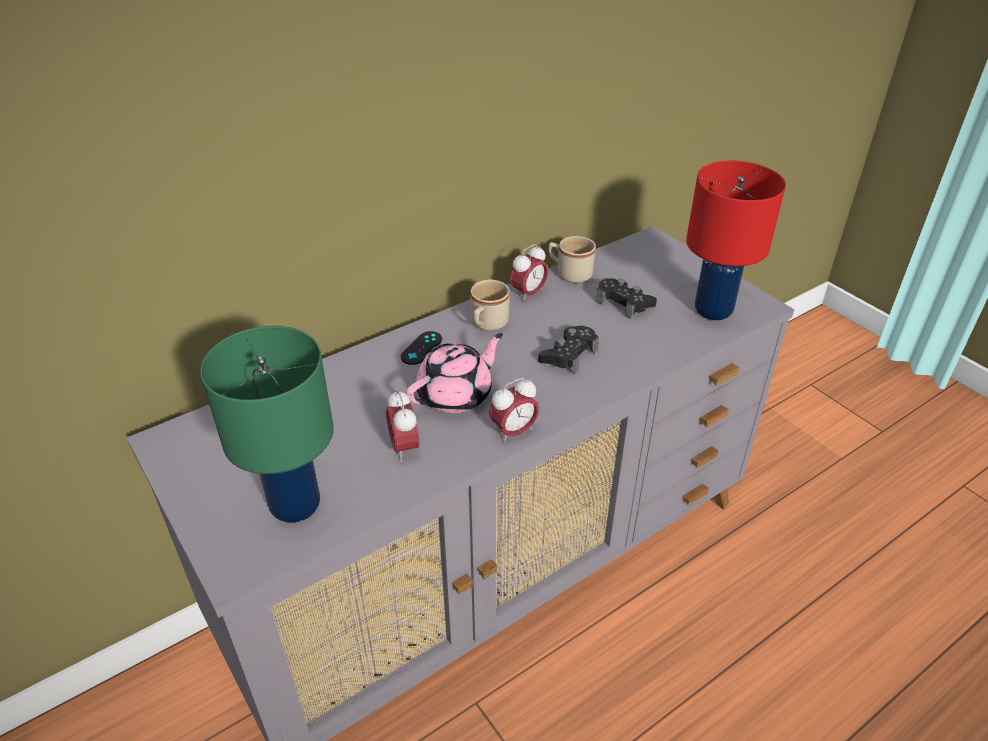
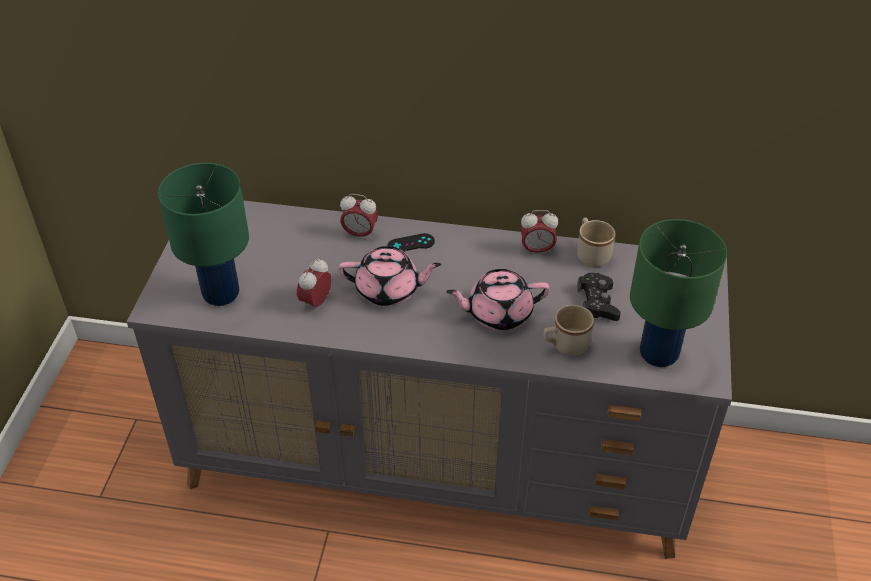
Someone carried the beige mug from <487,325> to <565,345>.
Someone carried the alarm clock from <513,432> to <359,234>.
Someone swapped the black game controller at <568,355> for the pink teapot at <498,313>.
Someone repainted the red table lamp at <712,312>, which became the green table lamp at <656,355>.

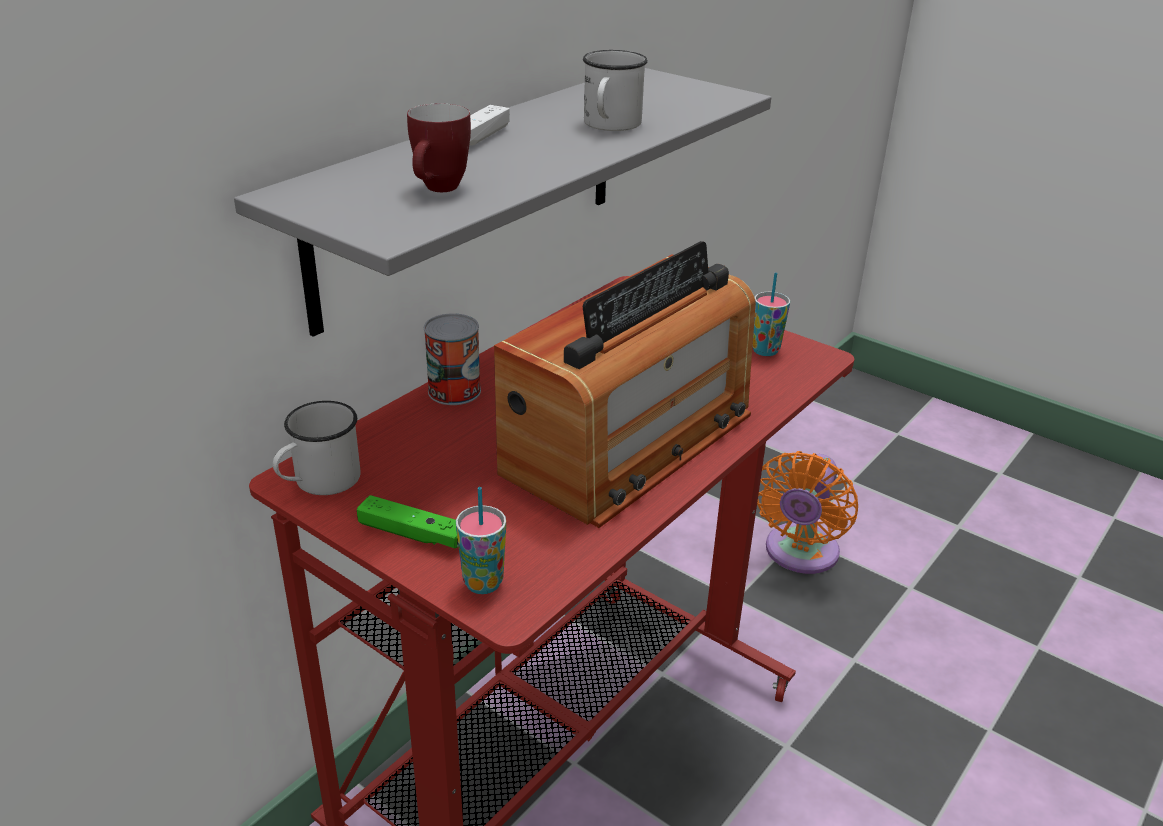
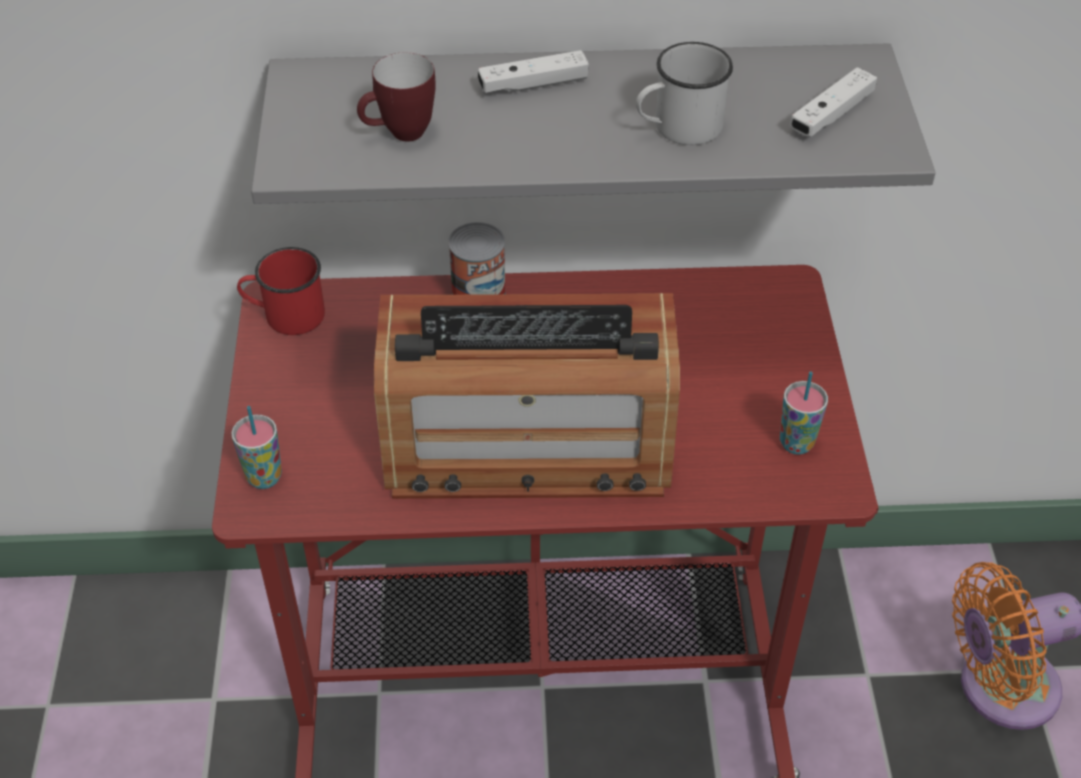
Someone took away the green game controller at <412,534>.
Someone put down the white game controller at <831,114>.
Someone repainted the white mug at <319,482>, which became the red mug at <285,315>.

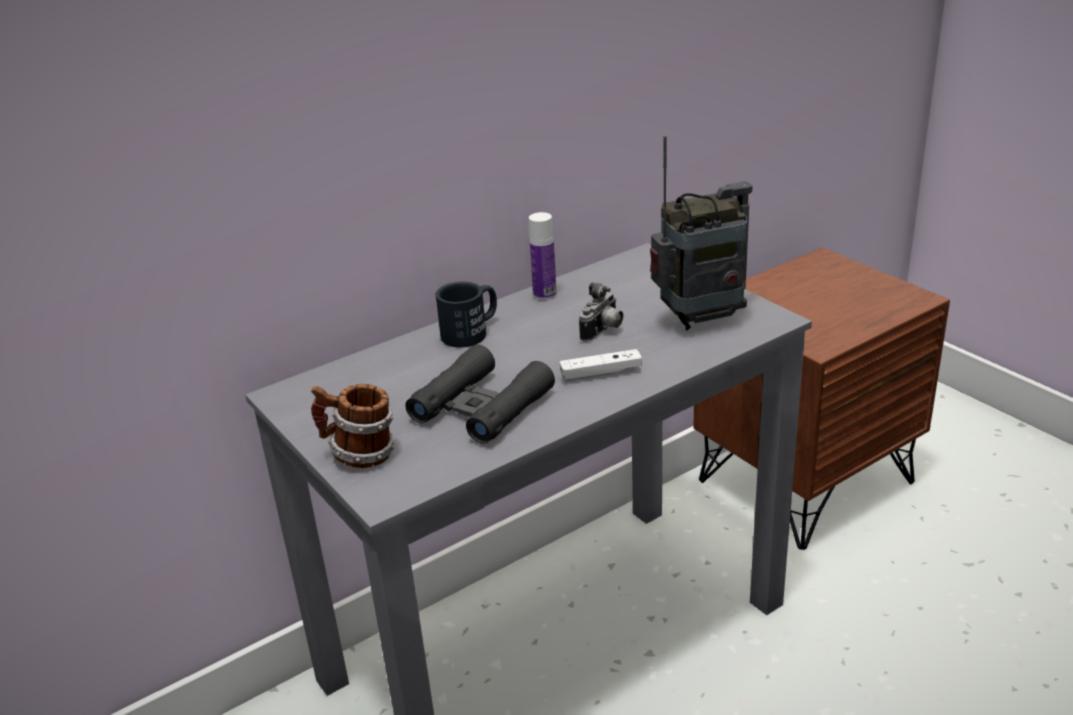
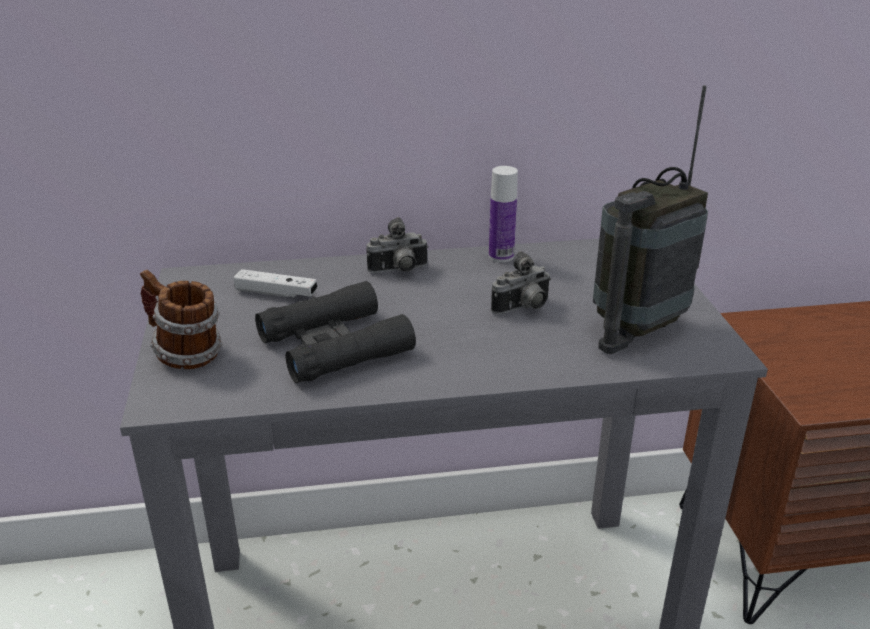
Someone carried the white game controller from <601,373> to <276,293>.
Someone swapped the black mug at <471,332> for the photo camera at <399,271>.
Someone rotated the radio at <701,320> by 135 degrees clockwise.

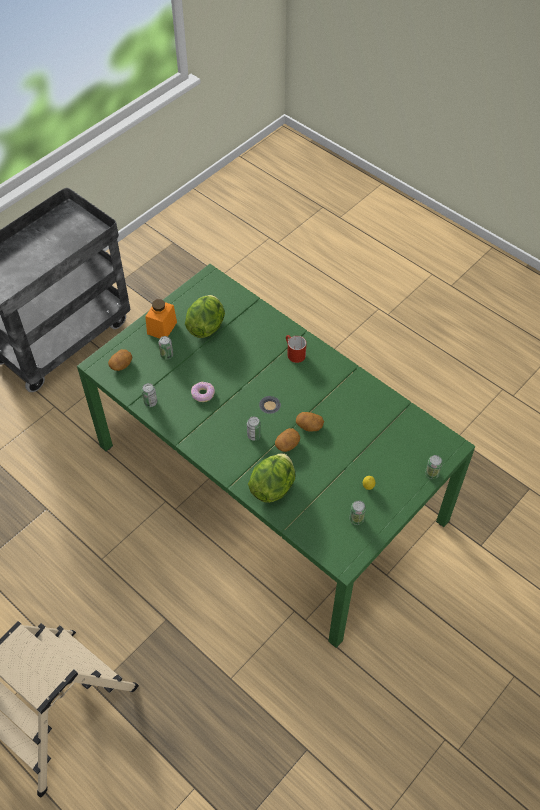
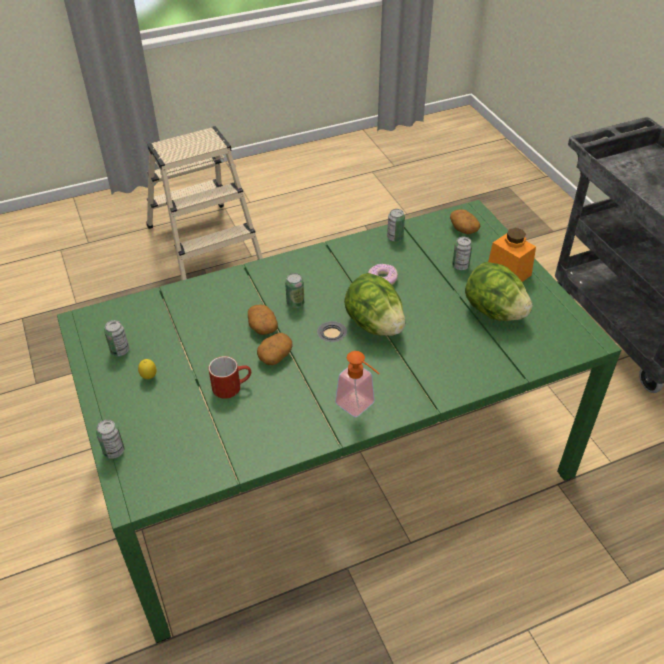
Someone put down the soap dispenser at <359,407>.
Someone carried the lettuce from <273,486> to <374,325>.
Someone carried the red mug from <293,353> to <232,386>.

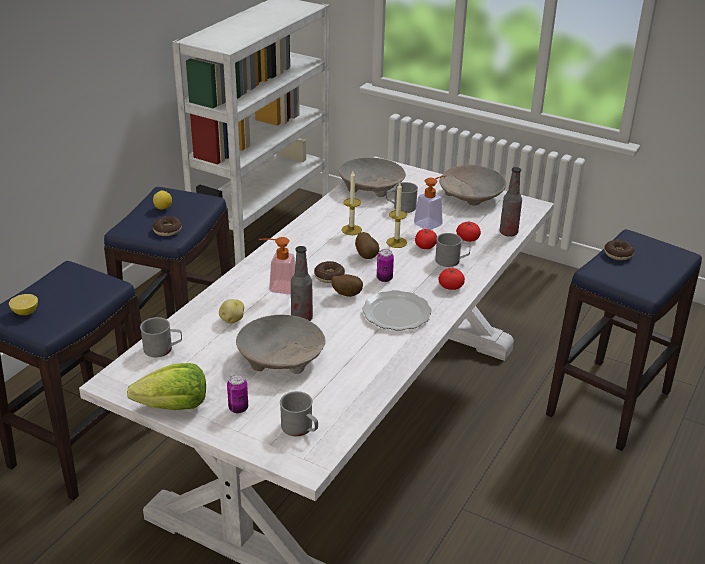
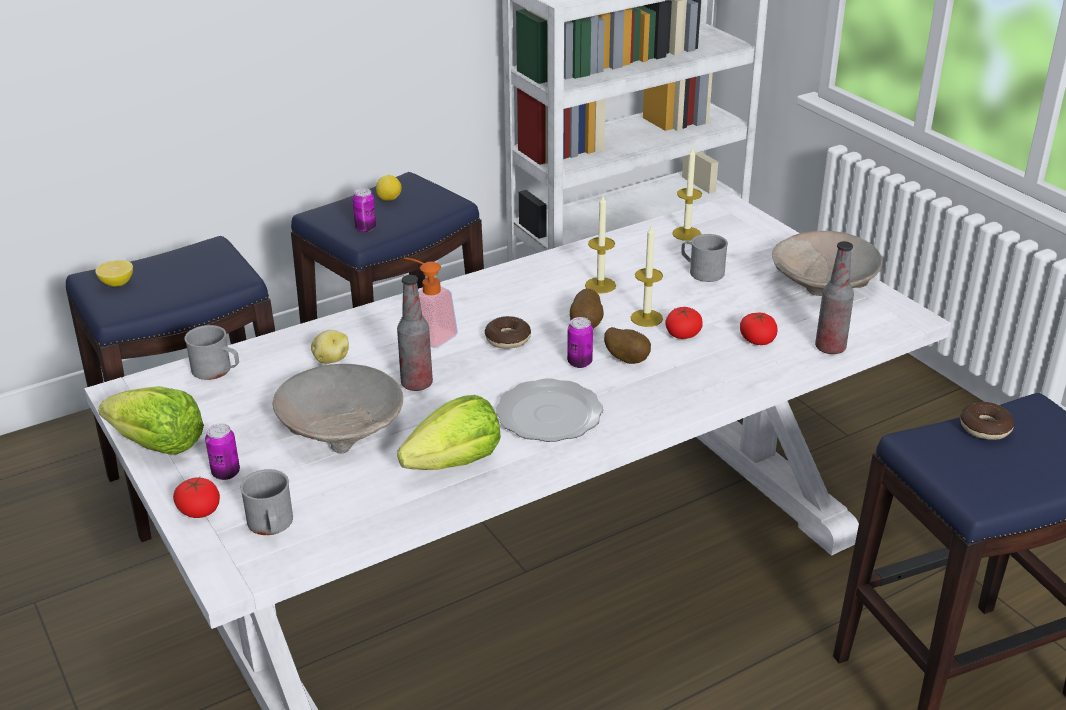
Someone took away the soap dispenser at <431,223>.
Someone took away the grey mug at <451,261>.
Someone put down the lettuce at <455,463>.
Someone carried the potato from <346,294> to <627,359>.
Someone carried the tomato from <450,286> to <199,510>.
Someone swapped the donut at <167,230> for the can at <365,228>.
Someone swapped the beige bowl at <371,186> for the candle at <686,234>.

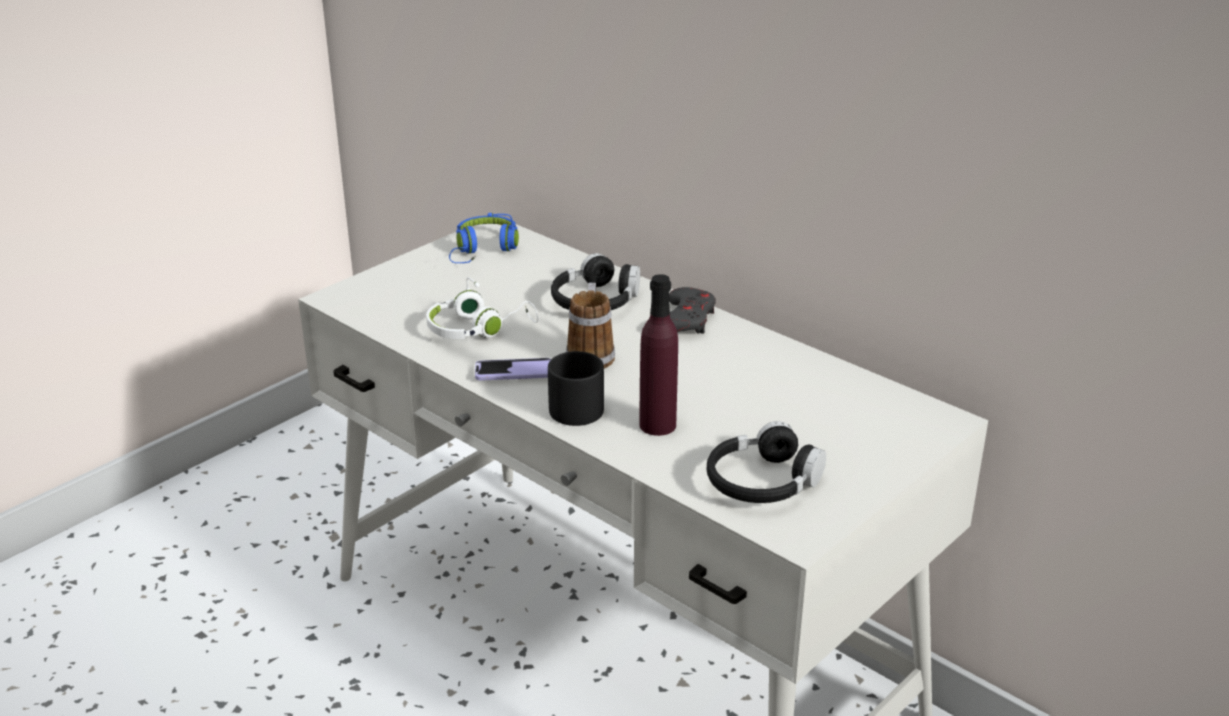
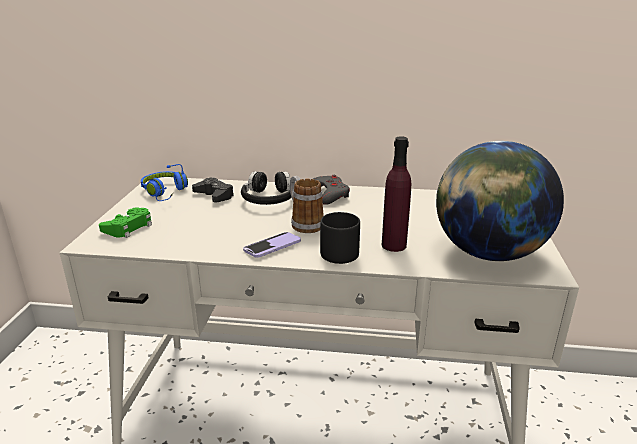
Someone took away the white headphones at <478,328>.
Someone put down the green game controller at <129,227>.
Someone put down the black game controller at <214,195>.
Someone swapped the black headphones at <762,482> for the globe at <488,253>.

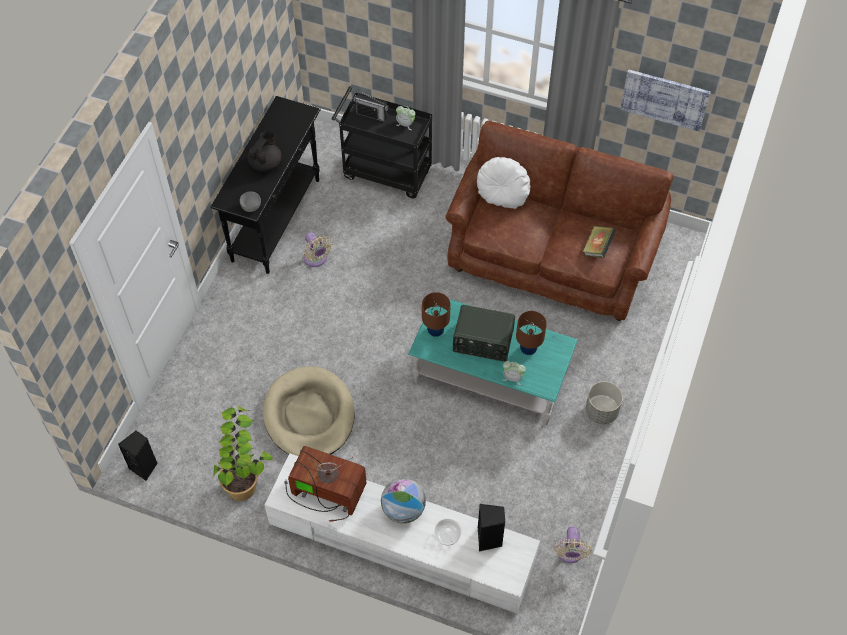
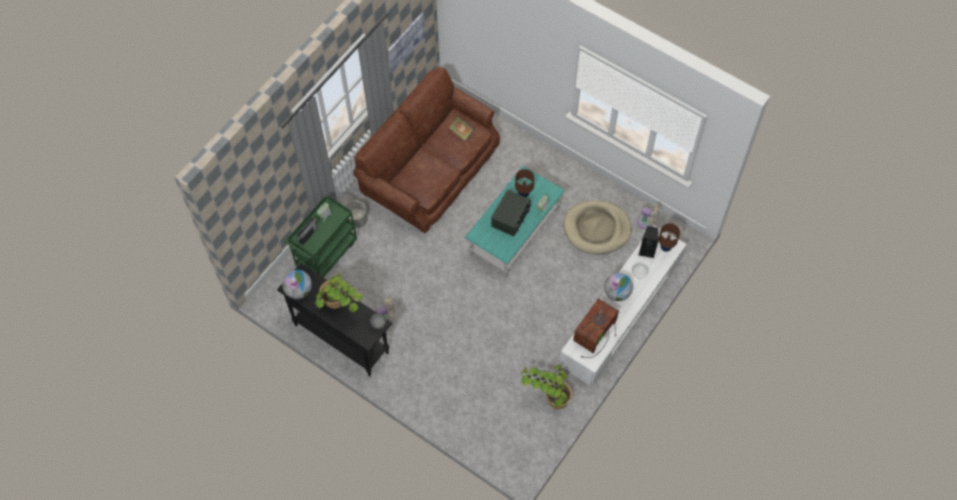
Someone took away the black speaker at <144,467>.
Someone took away the white pillow at <502,198>.
Someone put down the globe at <299,290>.
Someone carried the beige dog bed from <309,415> to <597,229>.
Someone carried the brown table lamp from <436,330> to <665,247>.
Someone carried the grey planter from <601,412> to <357,220>.
Someone swapped the black teapot at <266,163> for the potted plant at <341,307>.
Someone repainted the black cart at <385,176>, which became the green cart at <325,258>.

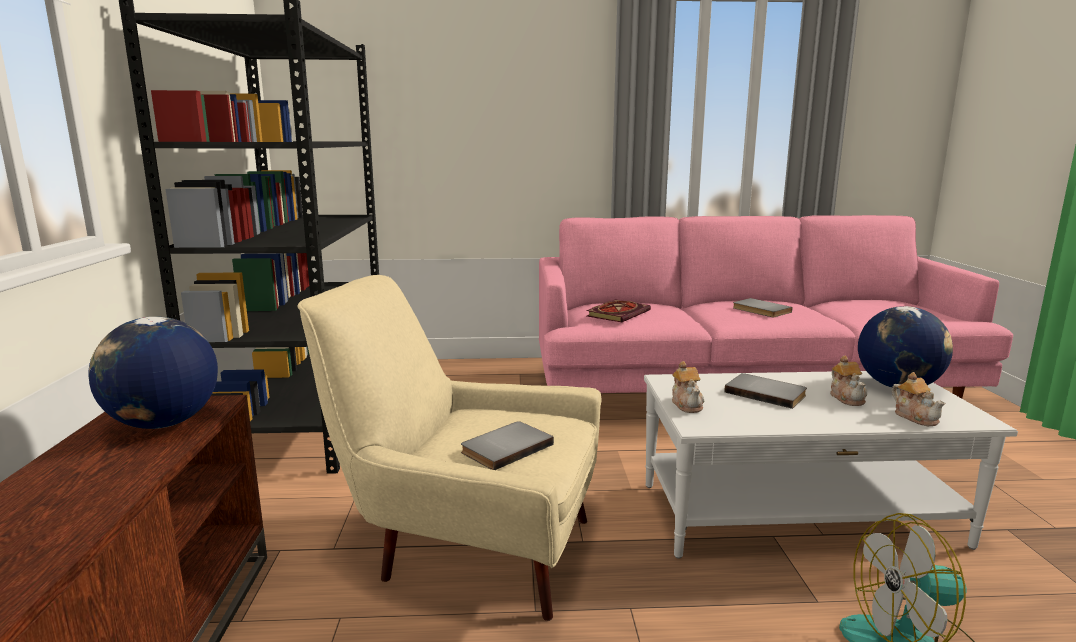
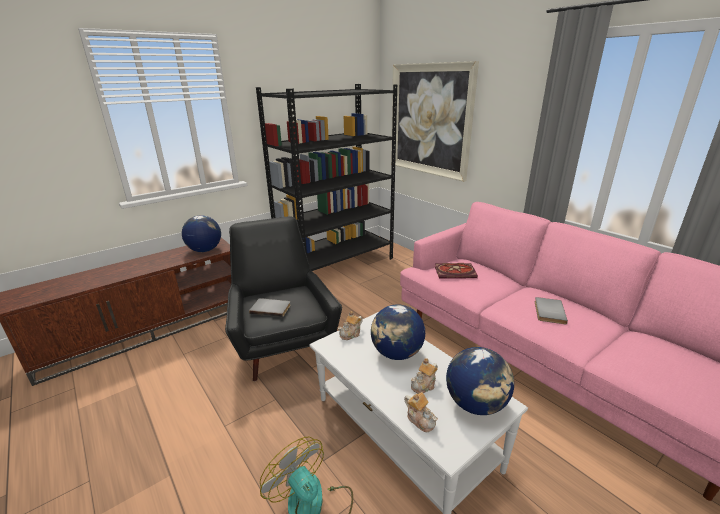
Someone put up the picture at <430,120>.
Someone swapped the grey book at <766,393> for the globe at <397,353>.
Someone repainted the beige armchair at <468,547>, which became the black armchair at <283,342>.
Someone rotated the teapot at <915,417> by 75 degrees counterclockwise.

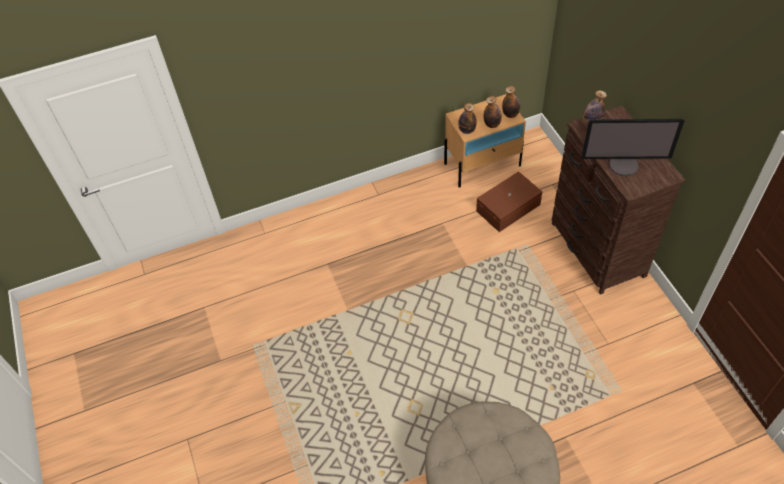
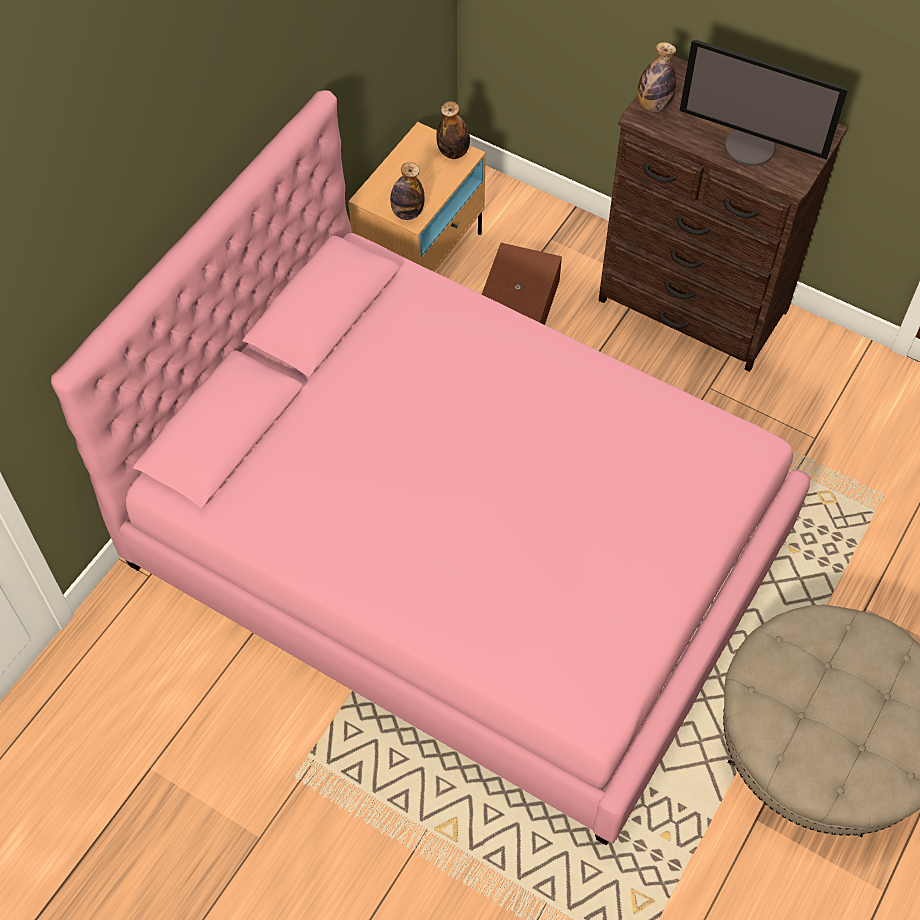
Someone took away the bottle at <492,124>.
Someone put down the pink bed at <458,547>.
Someone rotated the monitor at <624,164> by 60 degrees clockwise.

